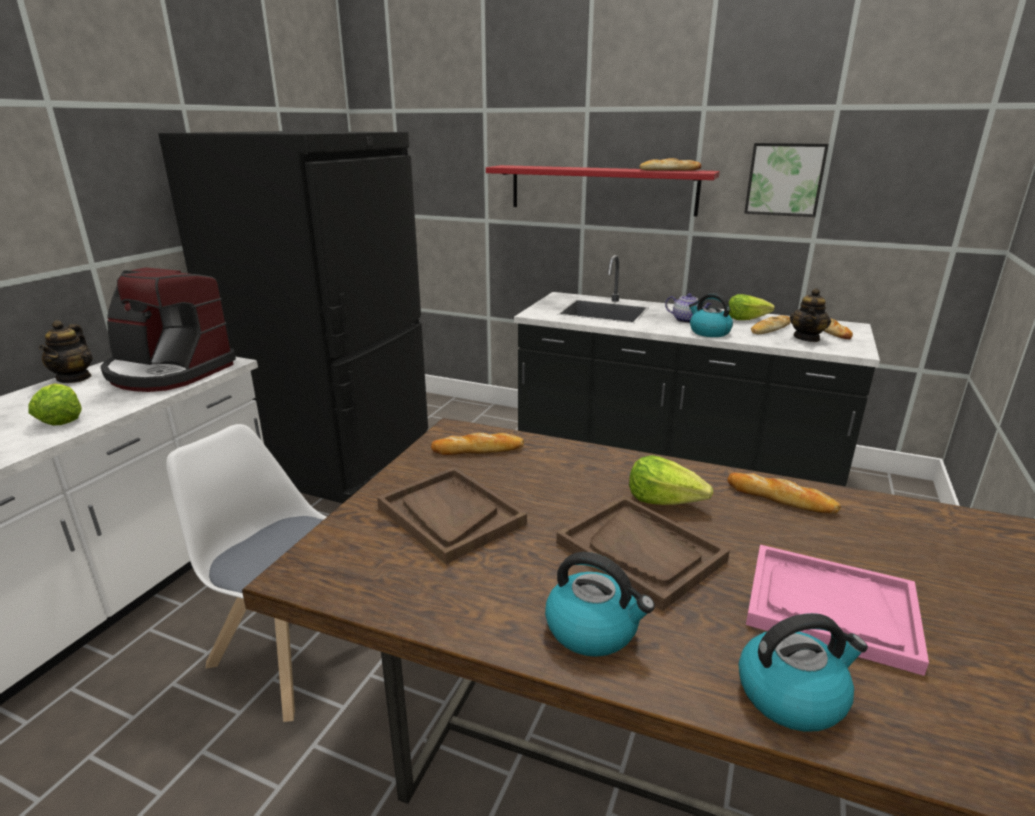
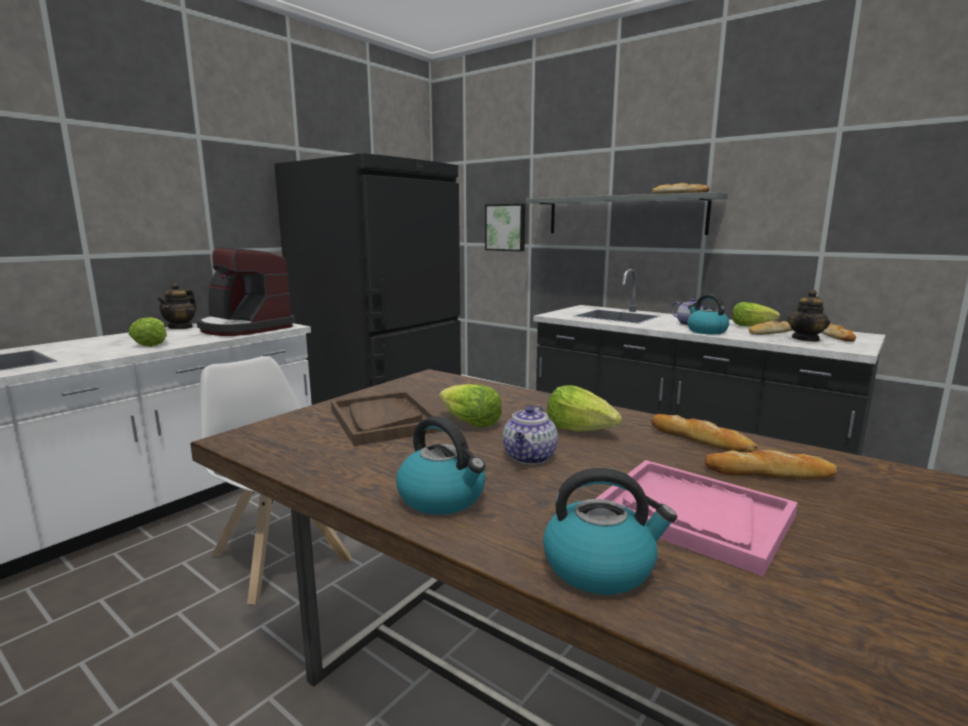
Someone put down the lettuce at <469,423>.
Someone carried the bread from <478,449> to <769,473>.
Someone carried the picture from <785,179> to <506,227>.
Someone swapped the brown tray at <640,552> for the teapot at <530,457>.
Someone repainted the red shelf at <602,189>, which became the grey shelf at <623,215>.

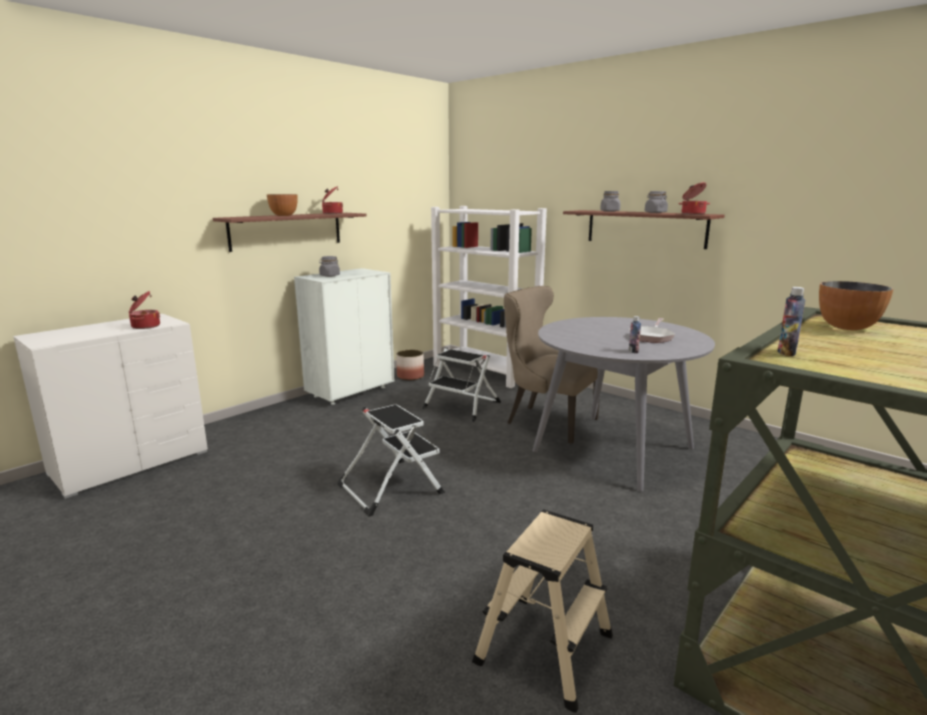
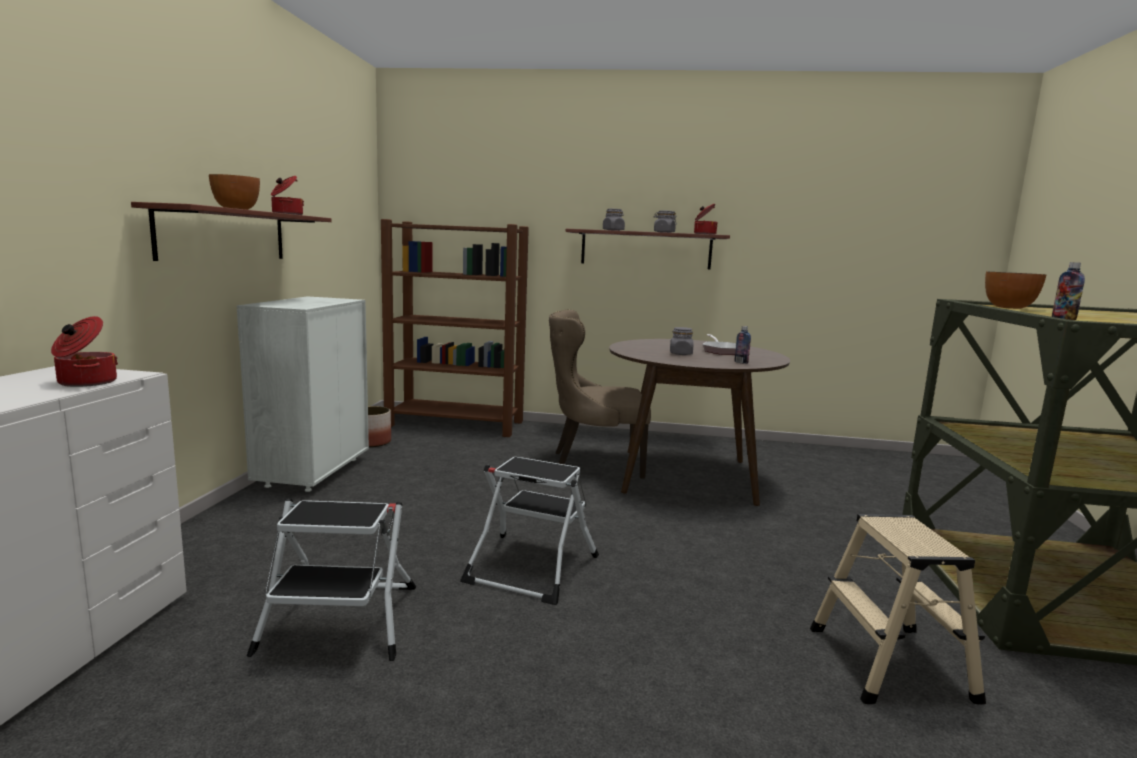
Someone carried the grey jar from <329,276> to <681,354>.
Someone carried the step ladder from <462,406> to <342,620>.
Someone repainted the white bookcase at <485,371>, which became the brown bookcase at <455,424>.
Someone repainted the grey dining table at <613,450>, which became the brown dining table at <686,476>.

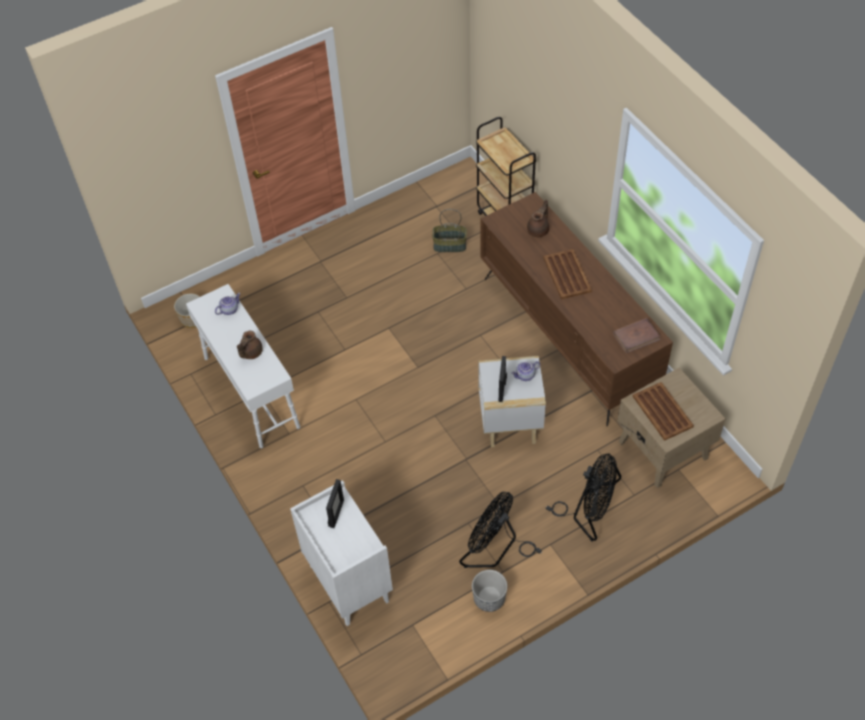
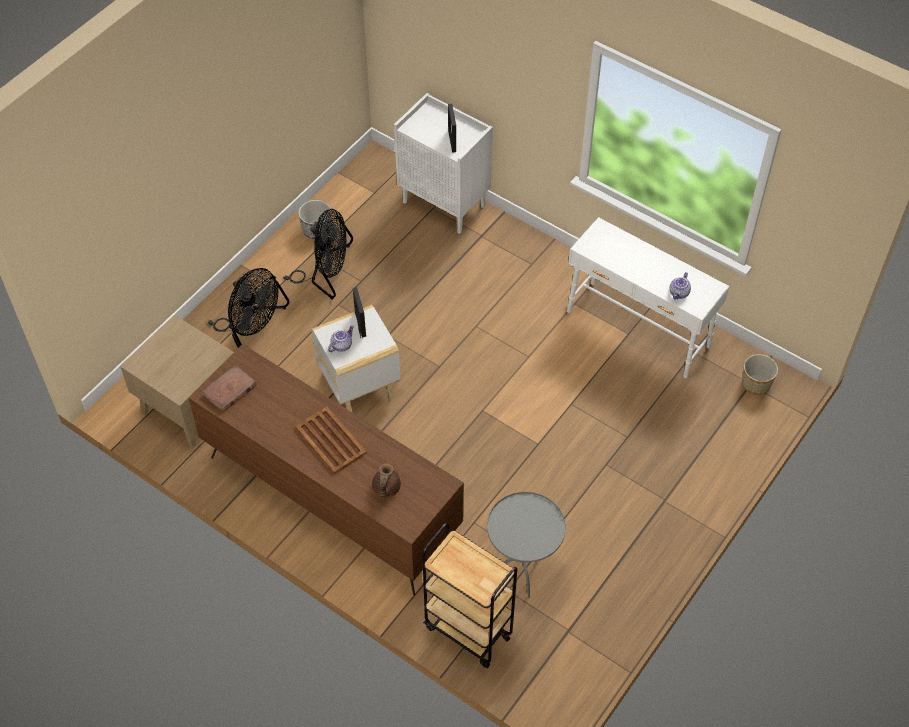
Someone took away the brown teapot at <250,352>.
Someone took away the brown tray at <662,412>.
Someone swapped the basket at <449,246> for the grey side table at <522,575>.
Someone rotated the black fan at <588,508> by 150 degrees counterclockwise.

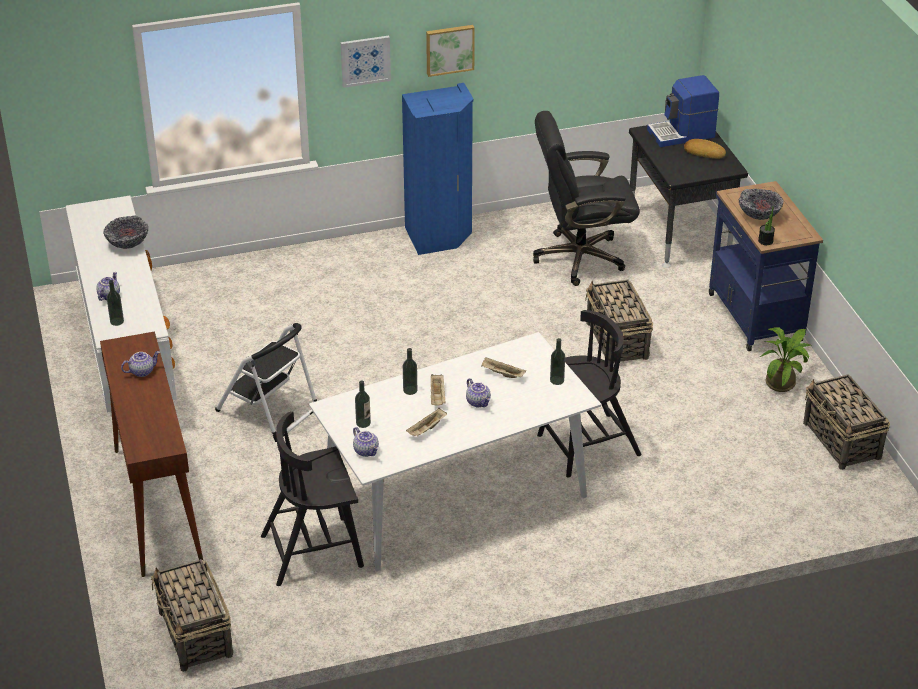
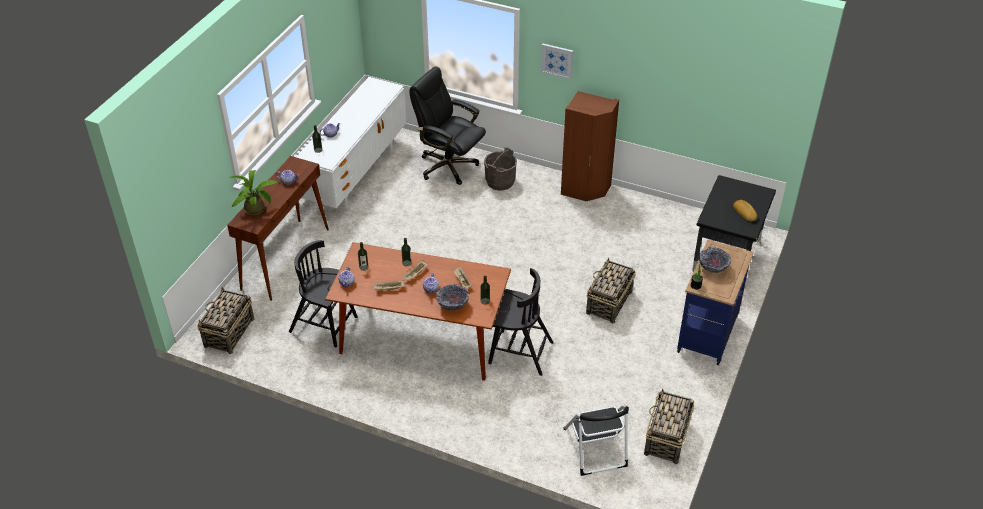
Someone took away the picture at <449,49>.
Someone took away the coffee machine at <682,134>.
Someone put down the grey bucket at <500,181>.
Someone carried the bowl from <127,244> to <452,305>.
Someone carried the step ladder from <269,411> to <595,449>.
Someone carried the black office chair from <581,258> to <449,167>.
Someone carried the potted plant from <783,382> to <257,210>.
Someone repainted the white dining table at <455,493>, which became the brown dining table at <423,336>.
Someone repainted the blue cabinet at <440,235>, which became the brown cabinet at <585,189>.

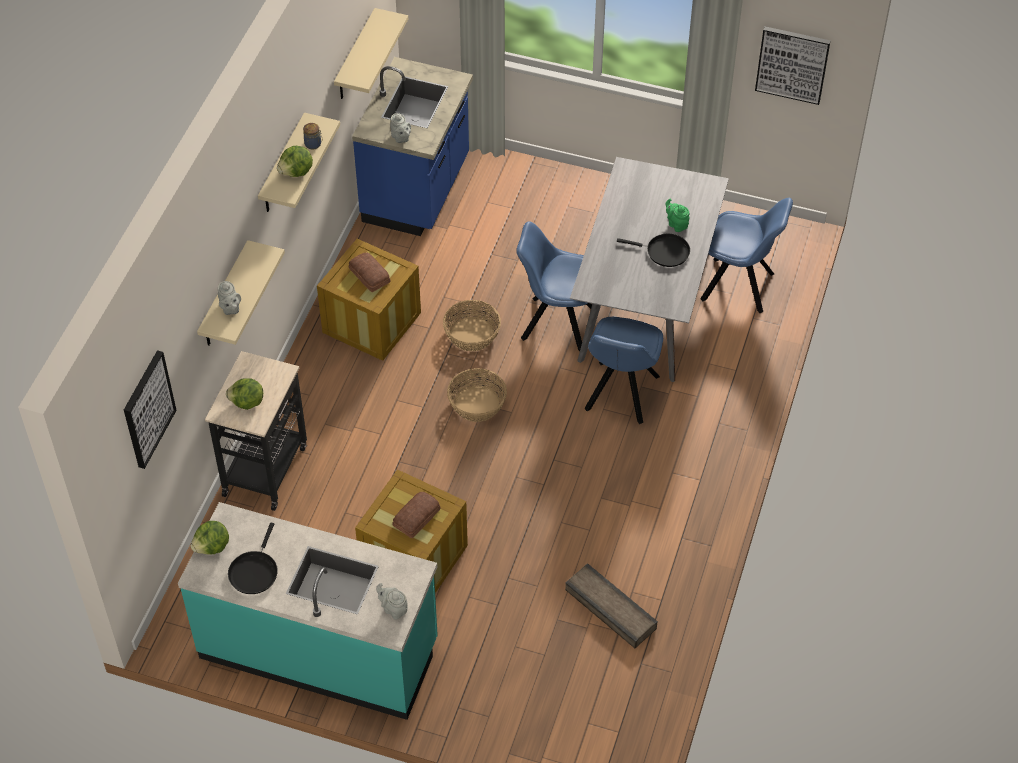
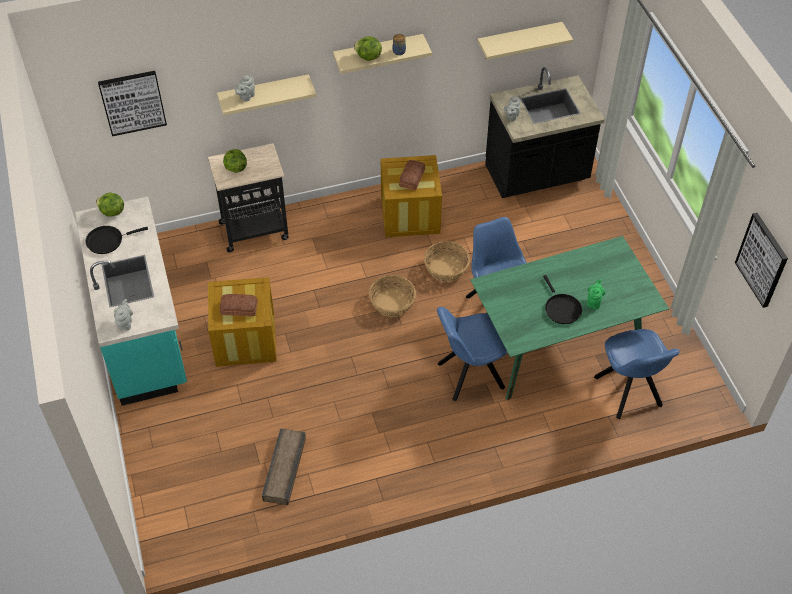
Someone repainted the blue counter at <418,191>, which became the black counter at <537,176>.
Someone repainted the grey dining table at <646,306>, which became the green dining table at <558,348>.

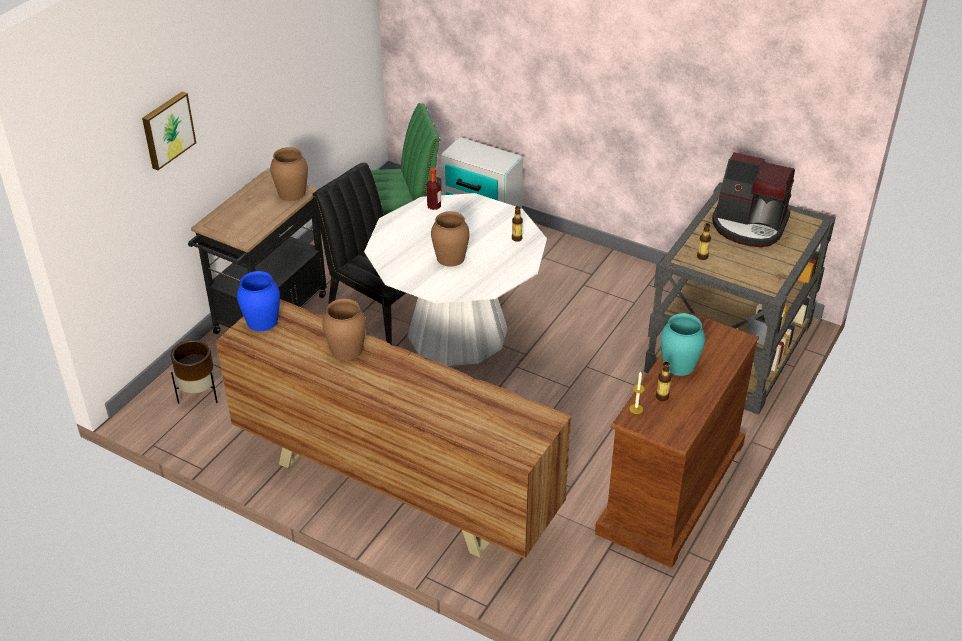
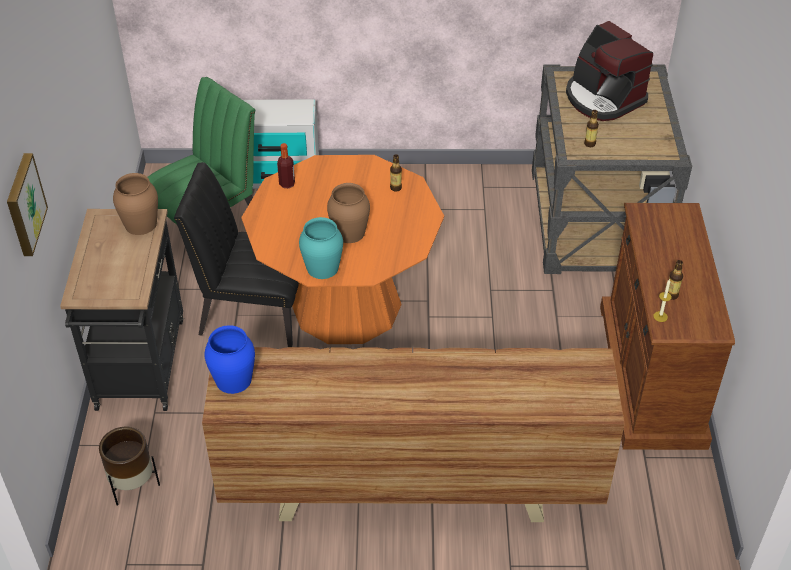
Someone took away the brown vase at <346,349>.
Someone carried the turquoise vase from <679,365> to <322,268>.
Someone repainted the white dining table at <457,332>, which became the orange dining table at <346,304>.
Someone rotated the coffee machine at <749,225> by 60 degrees clockwise.

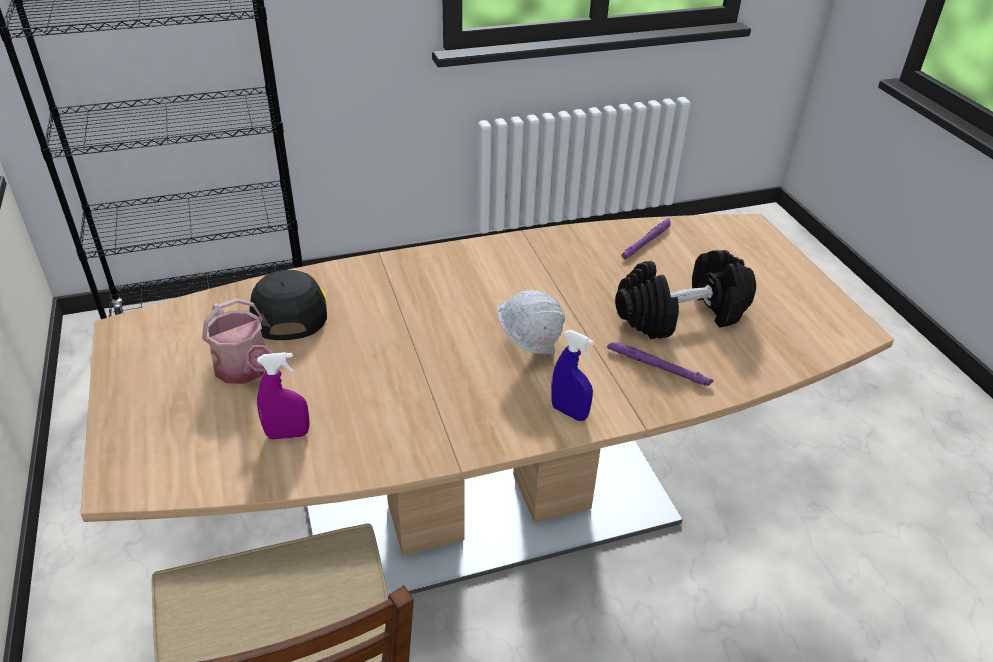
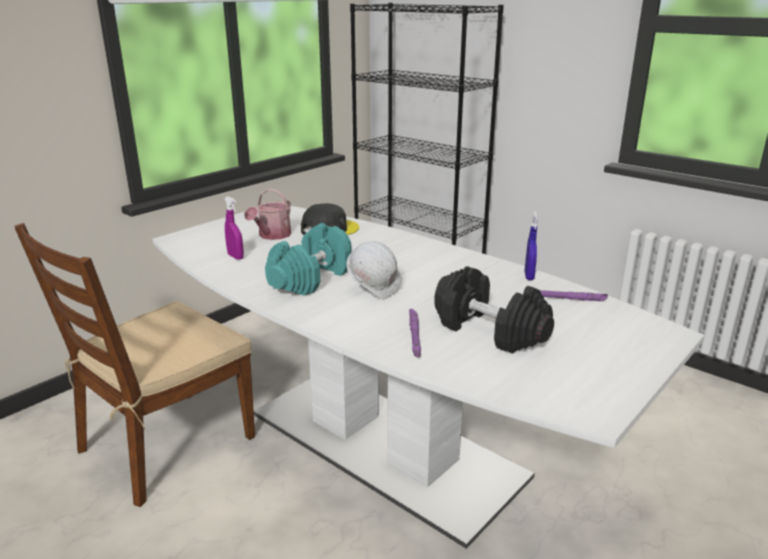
Someone put down the turquoise dumbbell at <311,279>.
Someone carried the blue spray bottle from <569,412> to <529,276>.
Someone repainted the brown dining table at <489,509>, which became the white dining table at <383,443>.

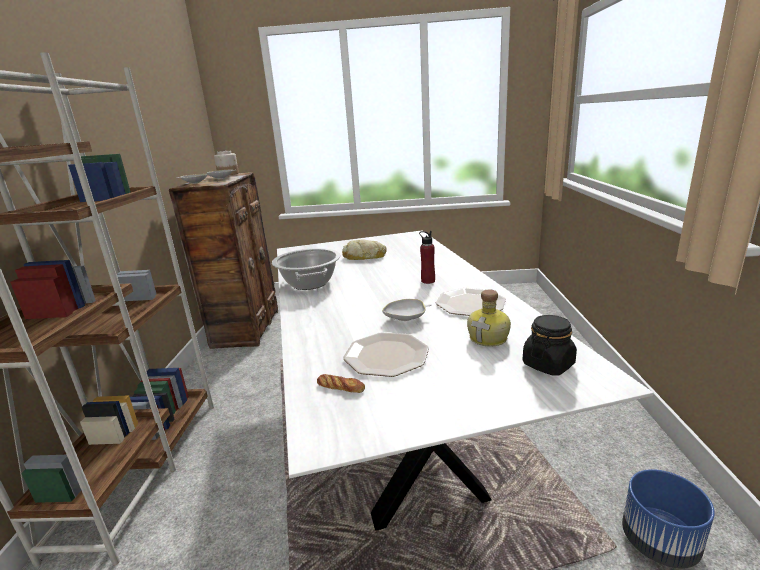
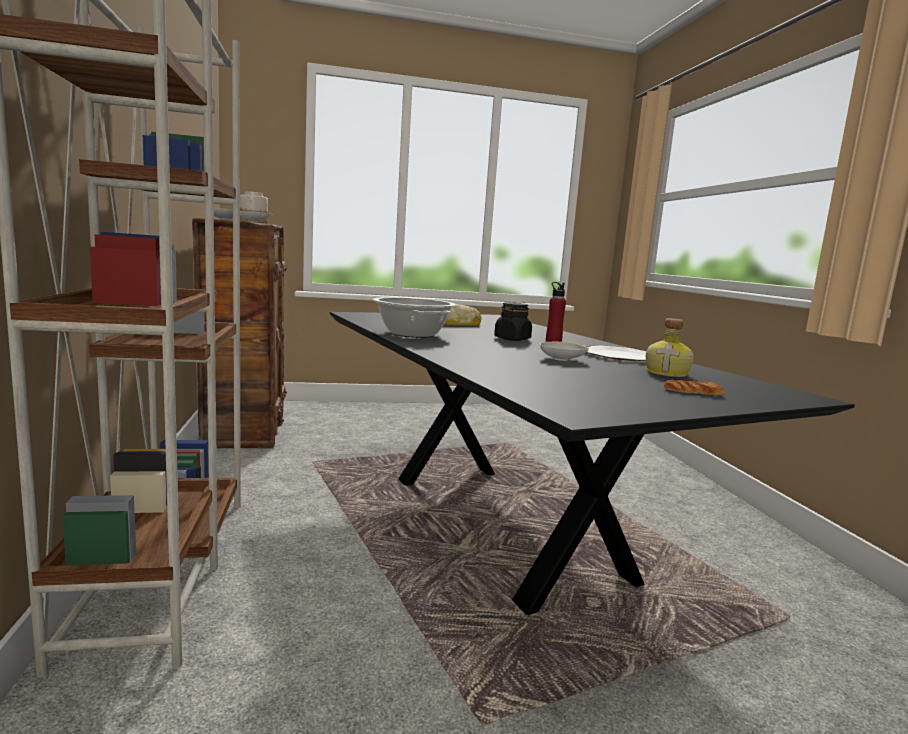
Someone took away the plate at <385,356>.
Someone took away the blue planter at <658,542>.
Someone carried the bread from <341,387> to <692,392>.
Someone carried the black jar from <548,364> to <512,339>.
Someone repainted the white dining table at <397,425>, which became the black dining table at <500,523>.

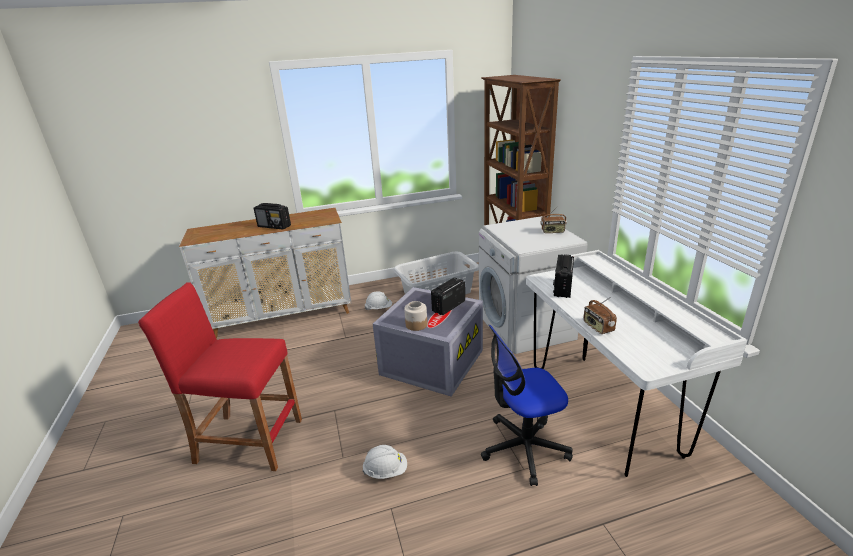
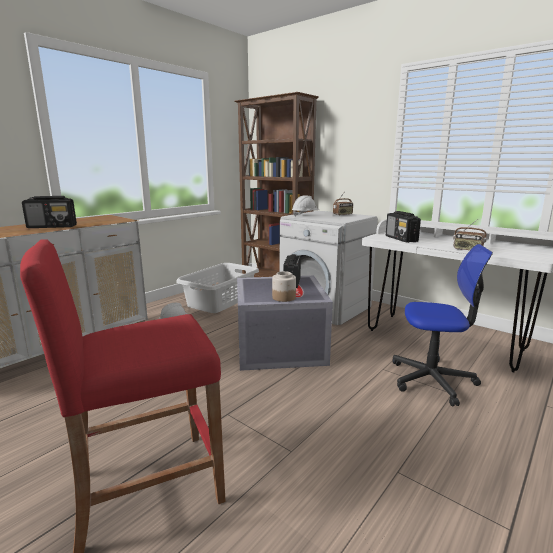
Someone carried the white hard hat from <386,471> to <305,215>.
Someone rotated the office chair at <524,448> by 120 degrees counterclockwise.

